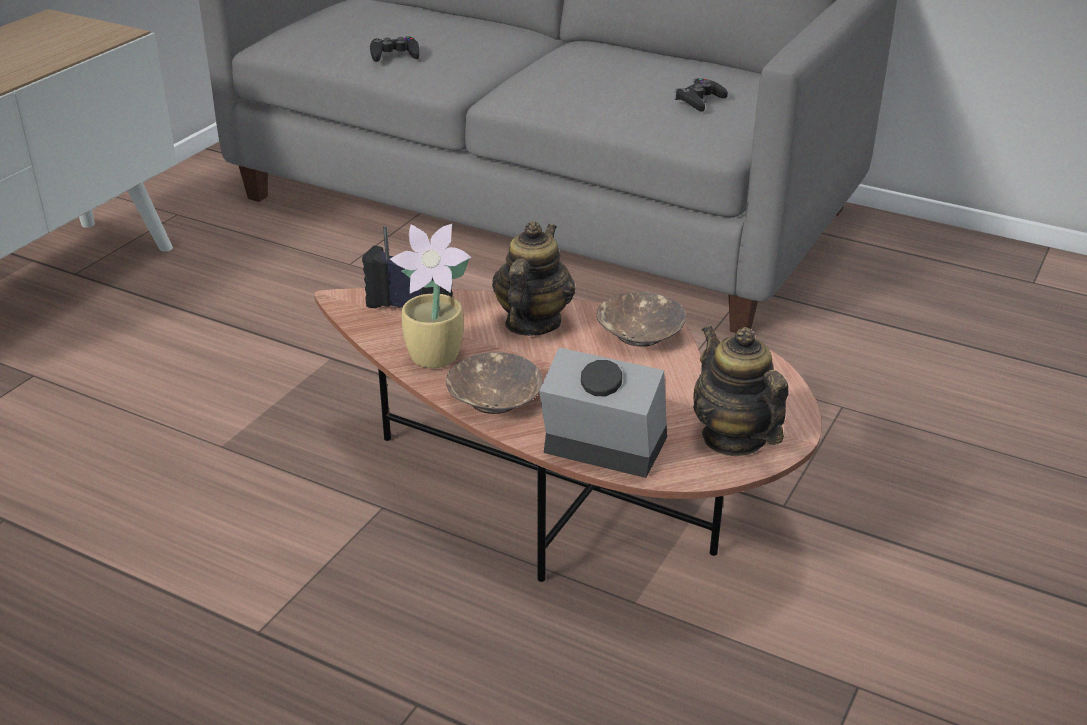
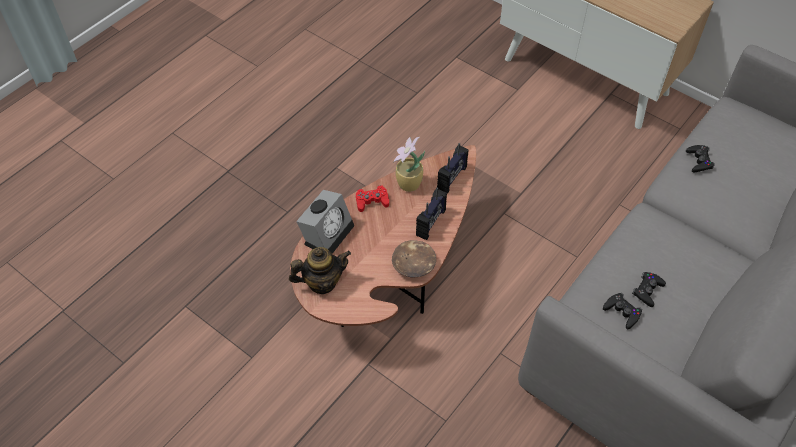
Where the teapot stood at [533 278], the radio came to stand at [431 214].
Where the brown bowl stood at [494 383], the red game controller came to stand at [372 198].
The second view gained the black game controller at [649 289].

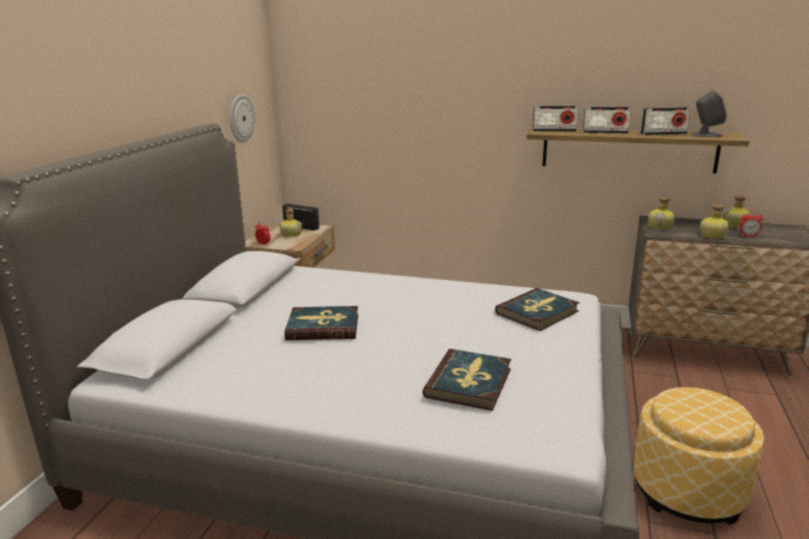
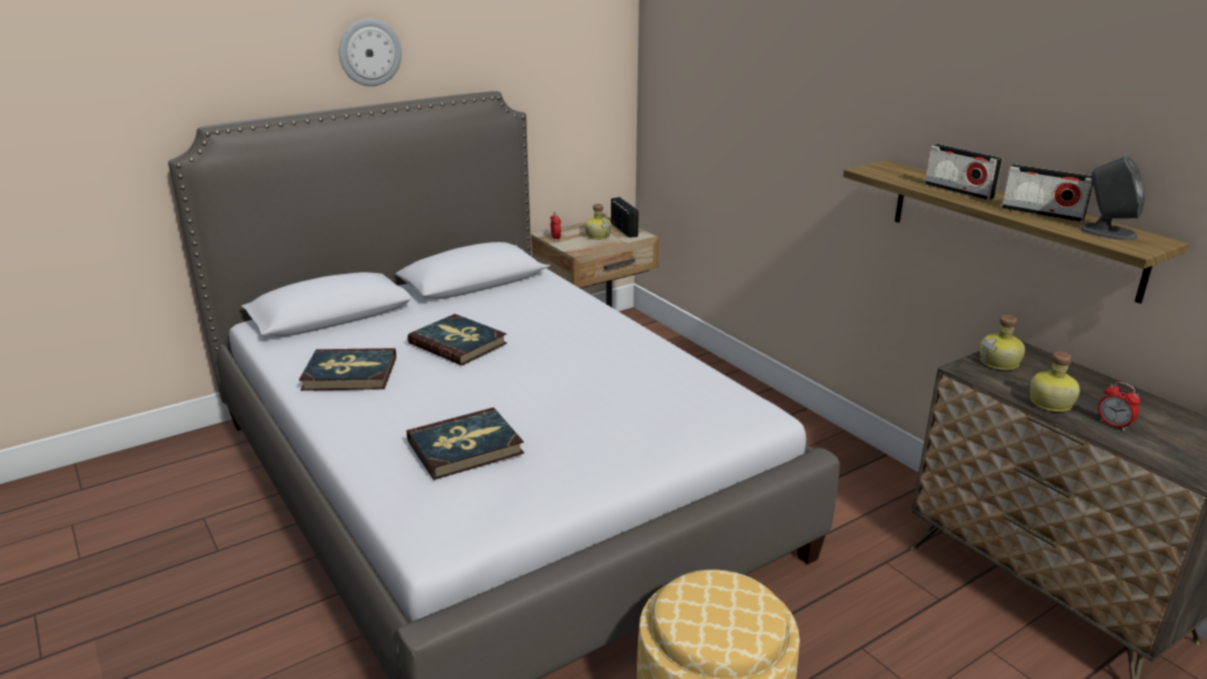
The wall clock ended up elsewhere, having gone from [242 118] to [370 52].
The second view lost the radio at [555 119].
The second view lost the bottle at [737 211].
The book ended up elsewhere, having gone from [537 309] to [347 369].

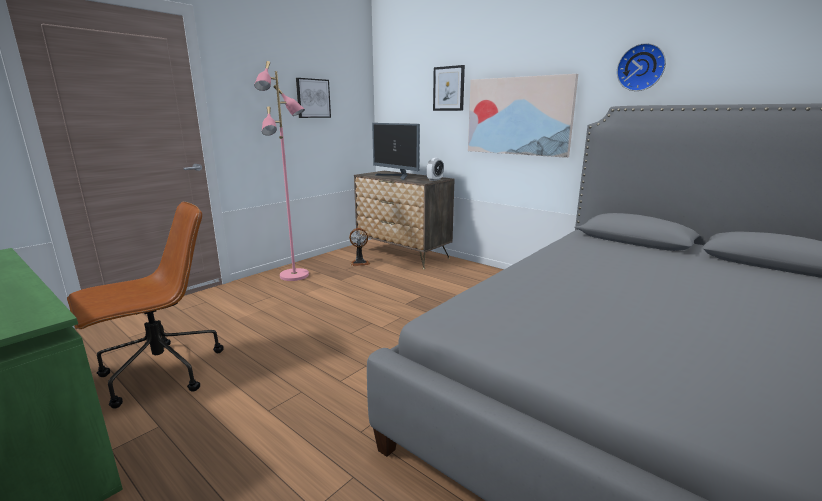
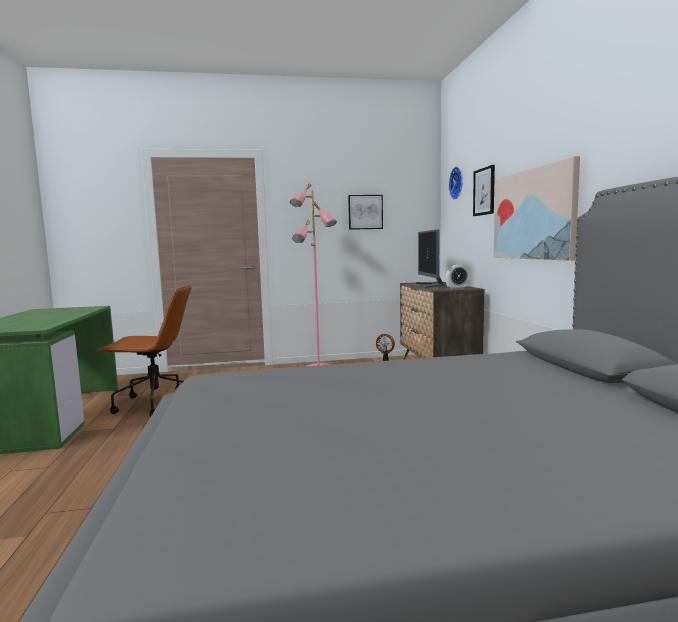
The wall clock ended up elsewhere, having gone from [641 67] to [456 183].

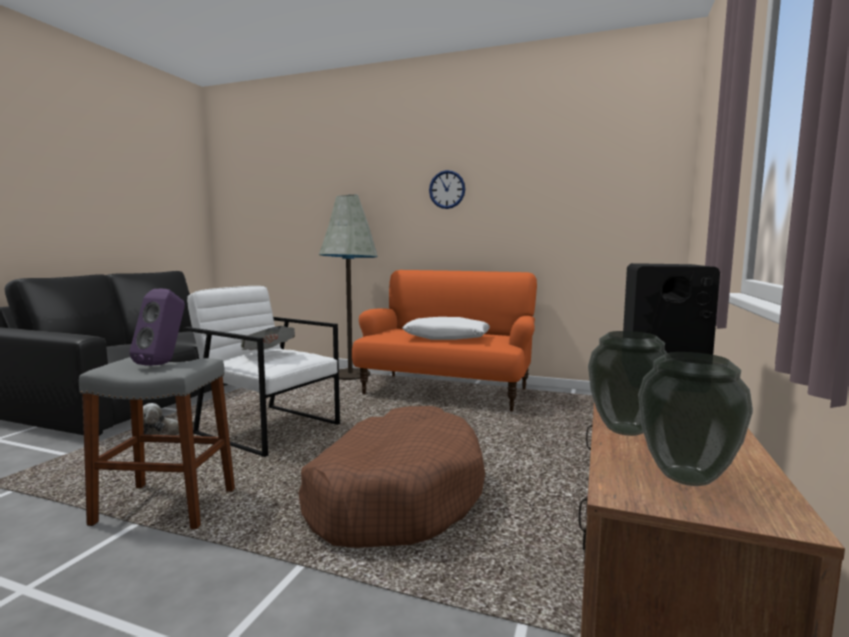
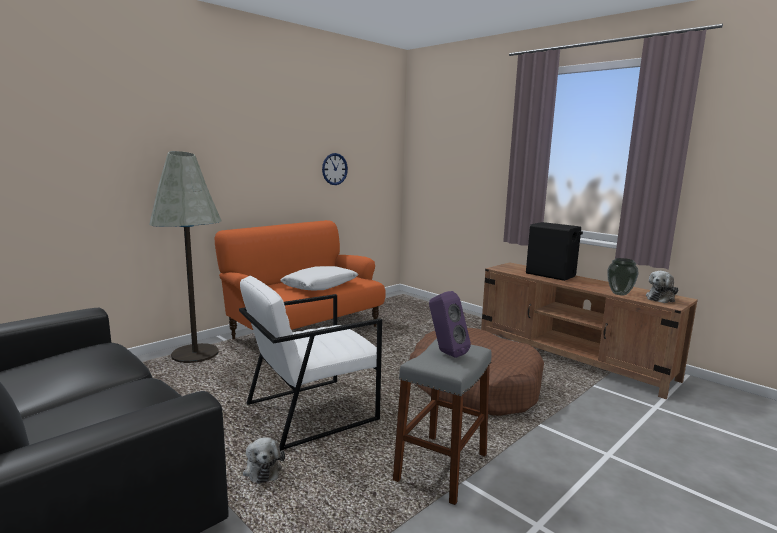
The wall clock ended up elsewhere, having gone from [447 189] to [335 169].
The second view lost the newspaper at [268 338].
Where the vase stood at [695 419], the plush toy came to stand at [662 287].

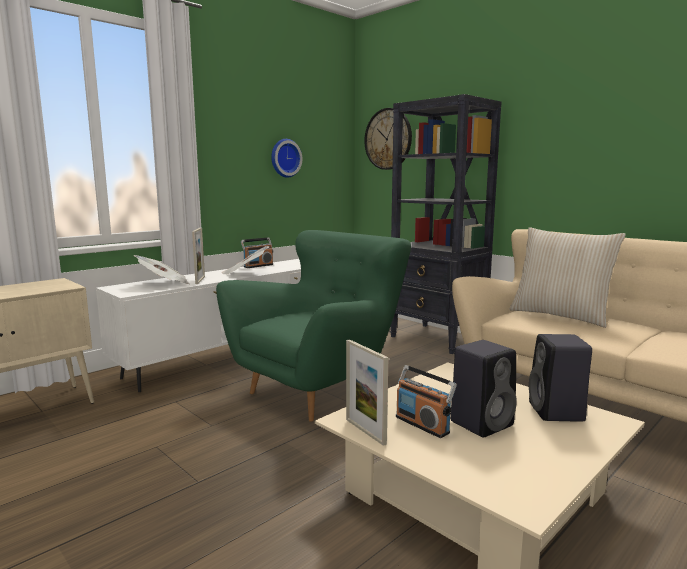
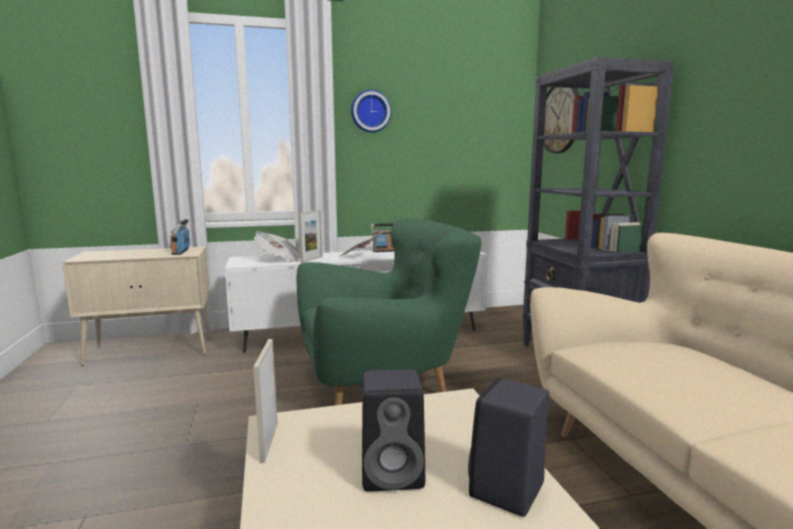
The wall clock ended up elsewhere, having gone from [286 158] to [371 111].
The second view lost the beige pillow at [568 277].
The radio ended up elsewhere, having gone from [426 401] to [180 237].

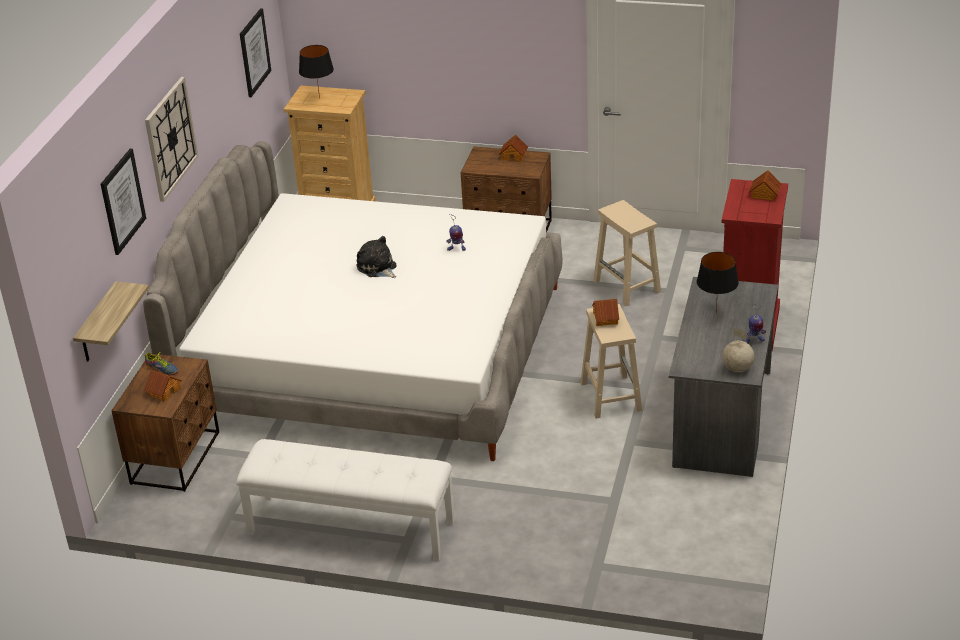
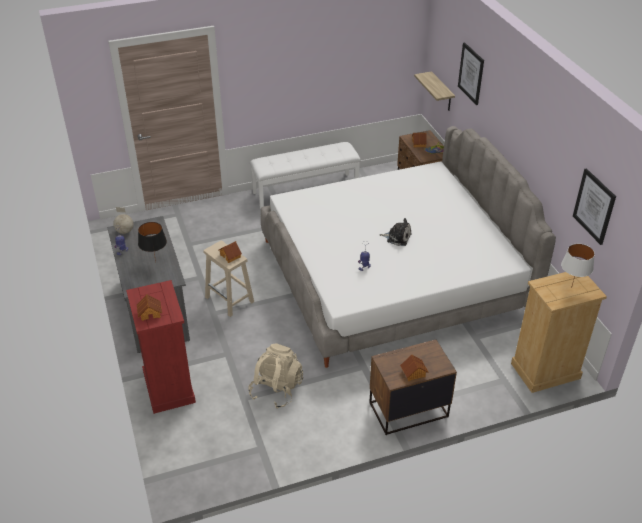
What was the black table lamp at [316 72] turned into the white table lamp at [578 266].
The second view lost the wall clock at [171 139].
Where the beige stool stood at [627 253], the beige backpack came to stand at [275 376].

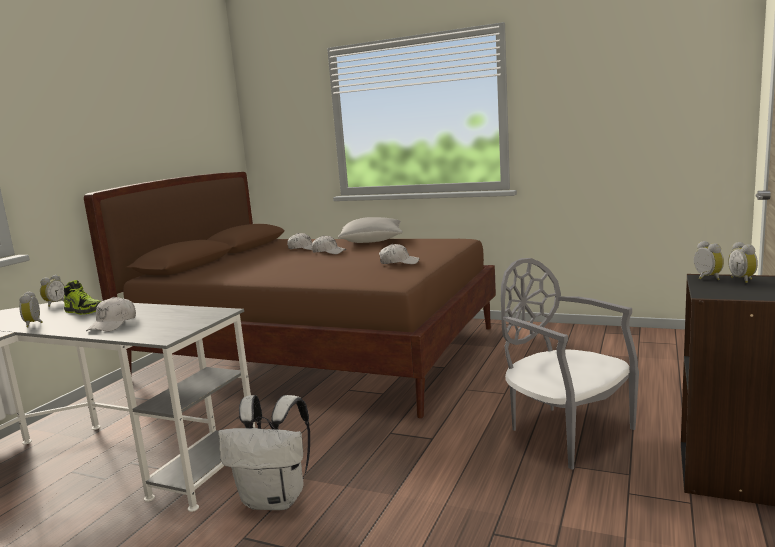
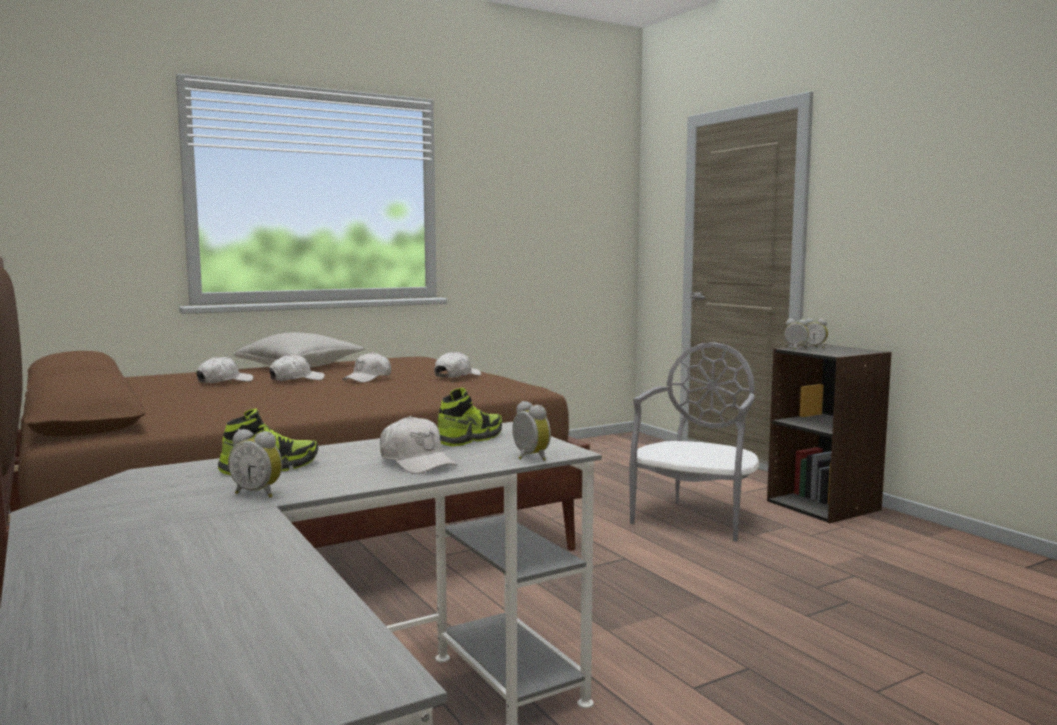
The grey chair at [570 364] ended up facing another way, 120 degrees clockwise from before.
The alarm clock ended up elsewhere, having gone from [52 291] to [531 431].
The second view lost the white backpack at [264 452].
The second view gained the white cap at [366 367].
The second view gained the shoe at [470 417].

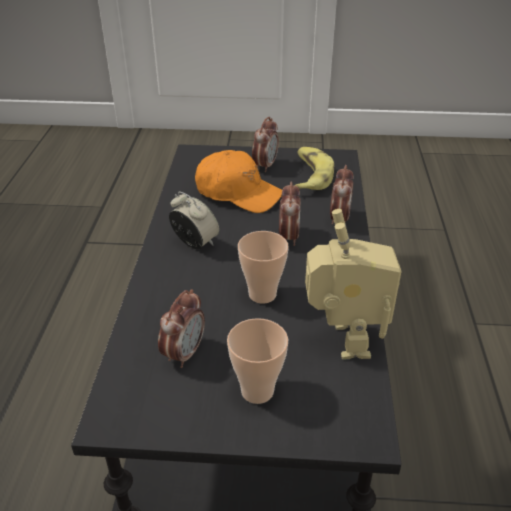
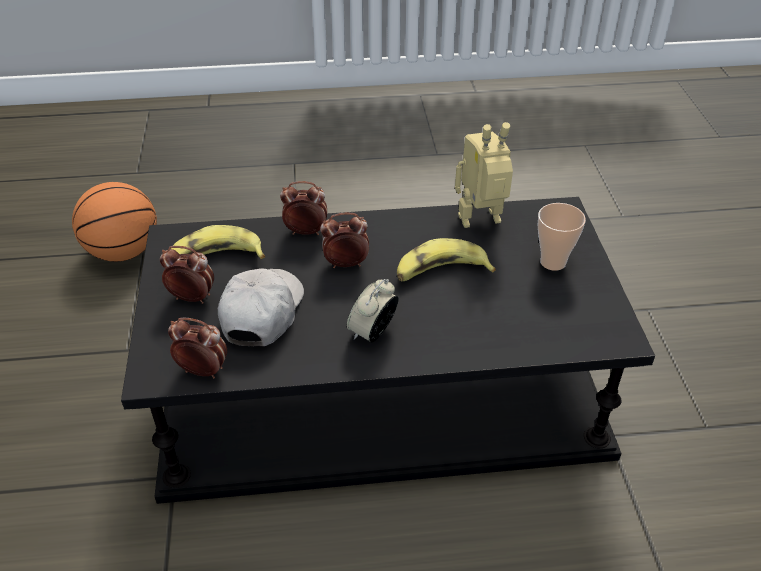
What was the orange cap at [238 181] turned into the white cap at [261 307].
Where the cup stood at [263 267], the banana came to stand at [446 260].
The alarm clock ended up elsewhere, having gone from [181 328] to [197 348].
The second view gained the basketball at [114 222].

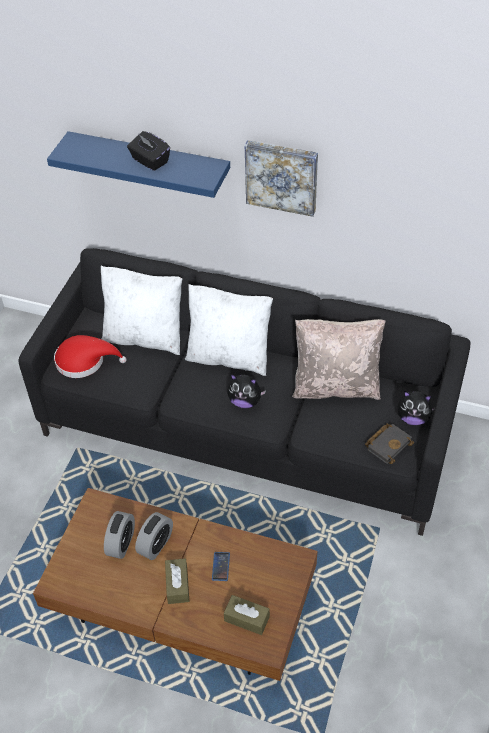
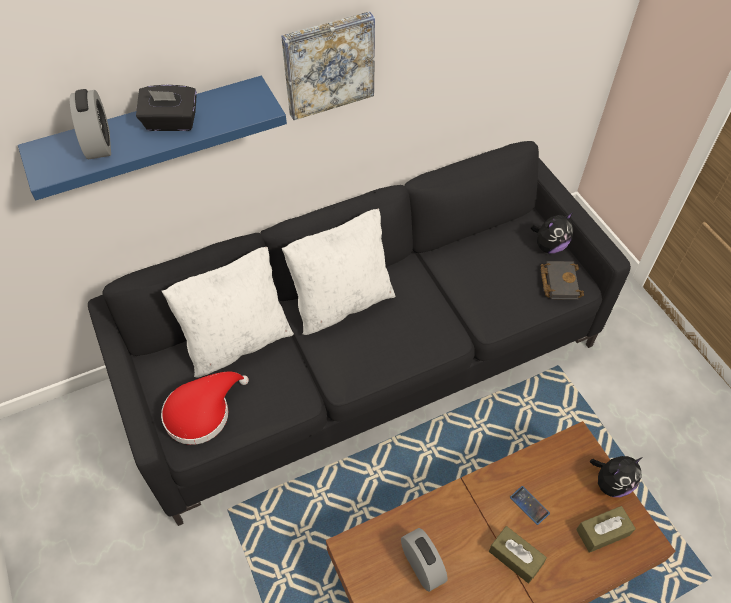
The second view lost the beige pillow at [339 359].
The plush toy ended up elsewhere, having gone from [246 391] to [616 476].
The alarm clock ended up elsewhere, having gone from [154 536] to [90 124].

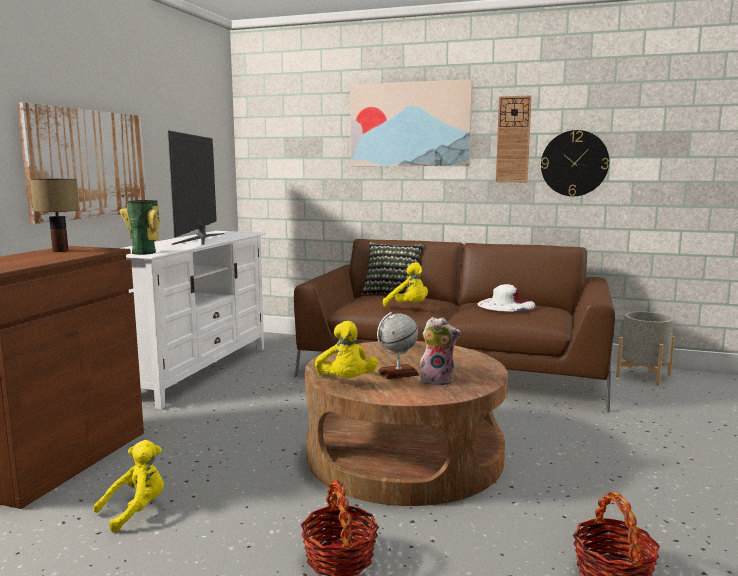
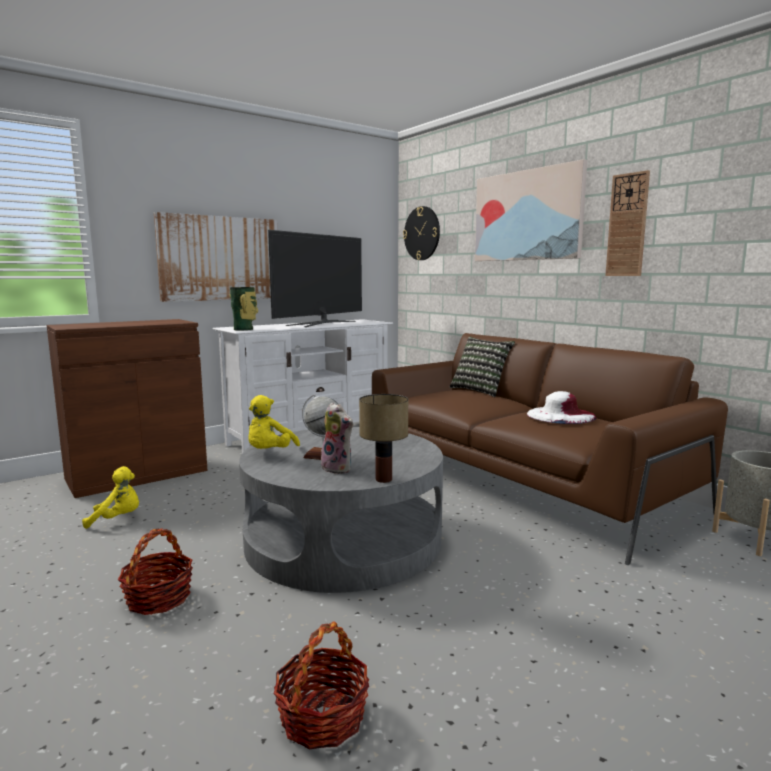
The wall clock ended up elsewhere, having gone from [575 163] to [421 233].
The table lamp ended up elsewhere, having gone from [54 215] to [383 438].
The second view lost the yellow plush toy at [405 284].
What was the brown coffee table at [406 423] turned into the grey coffee table at [341 510].

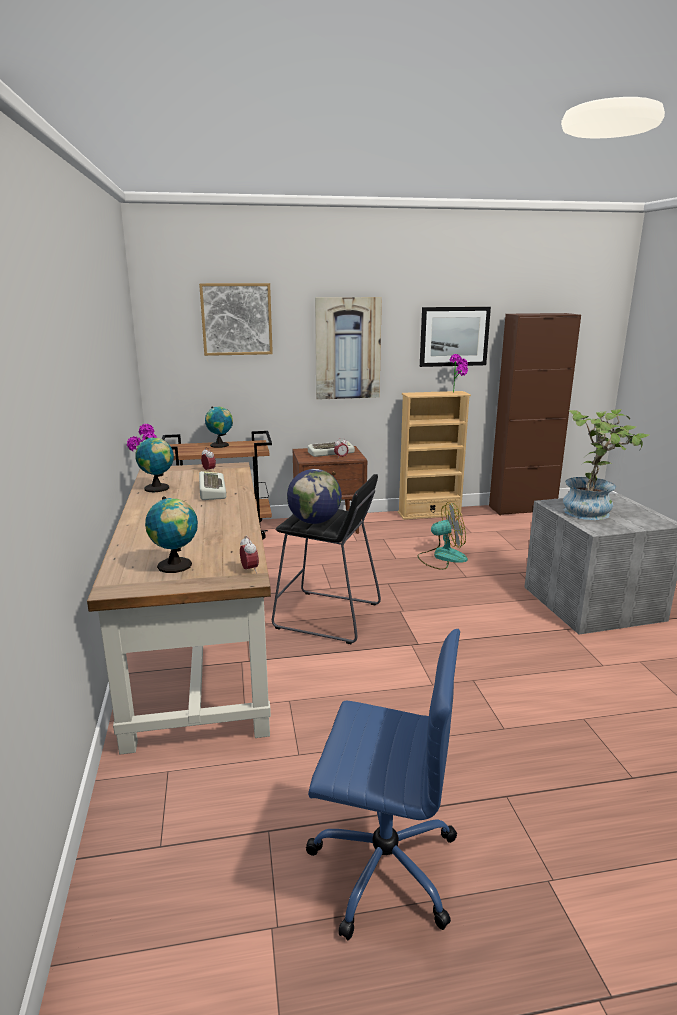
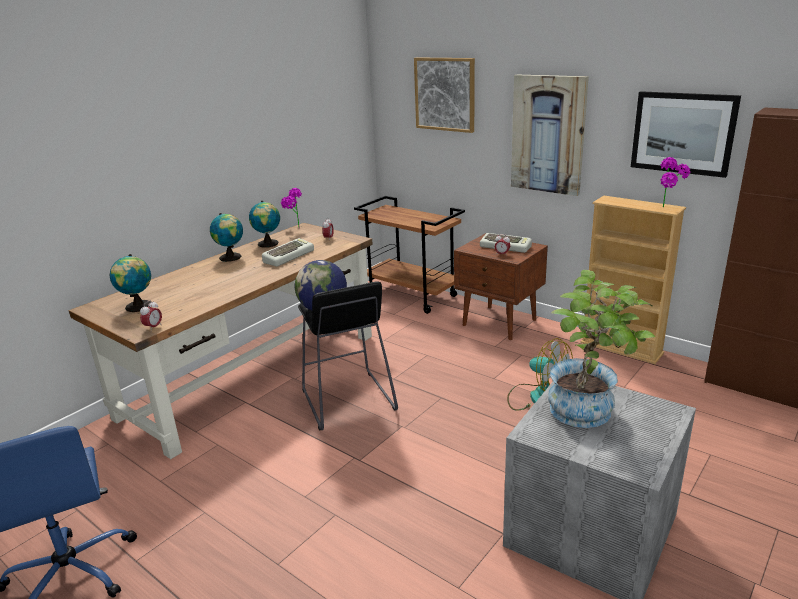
The globe ended up elsewhere, having gone from [219 427] to [226 237].

